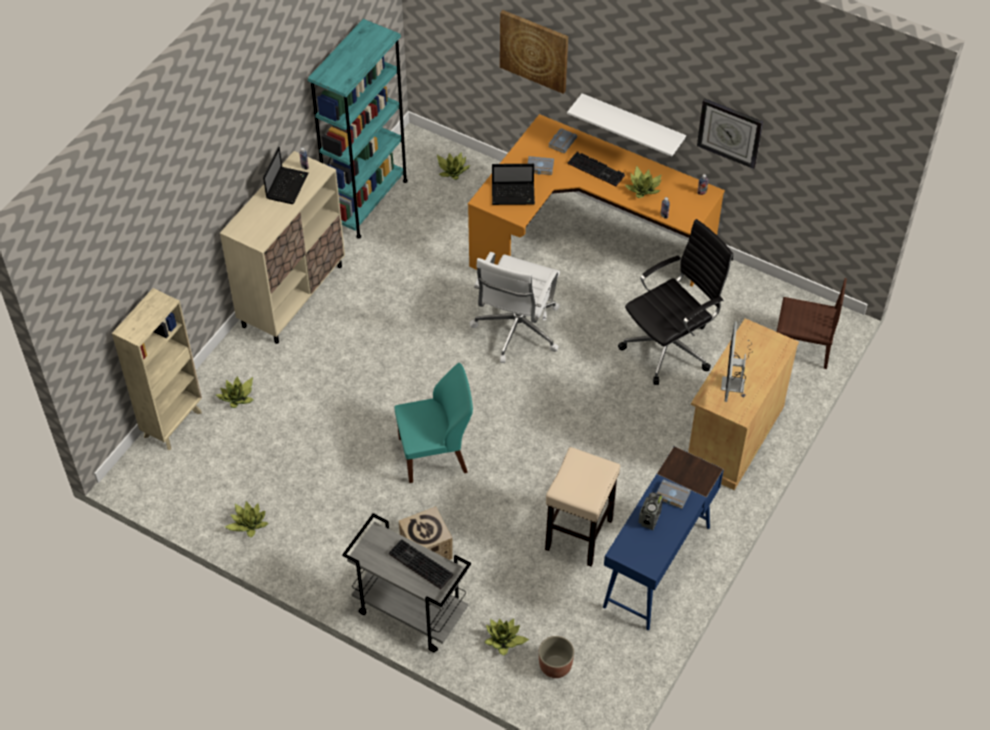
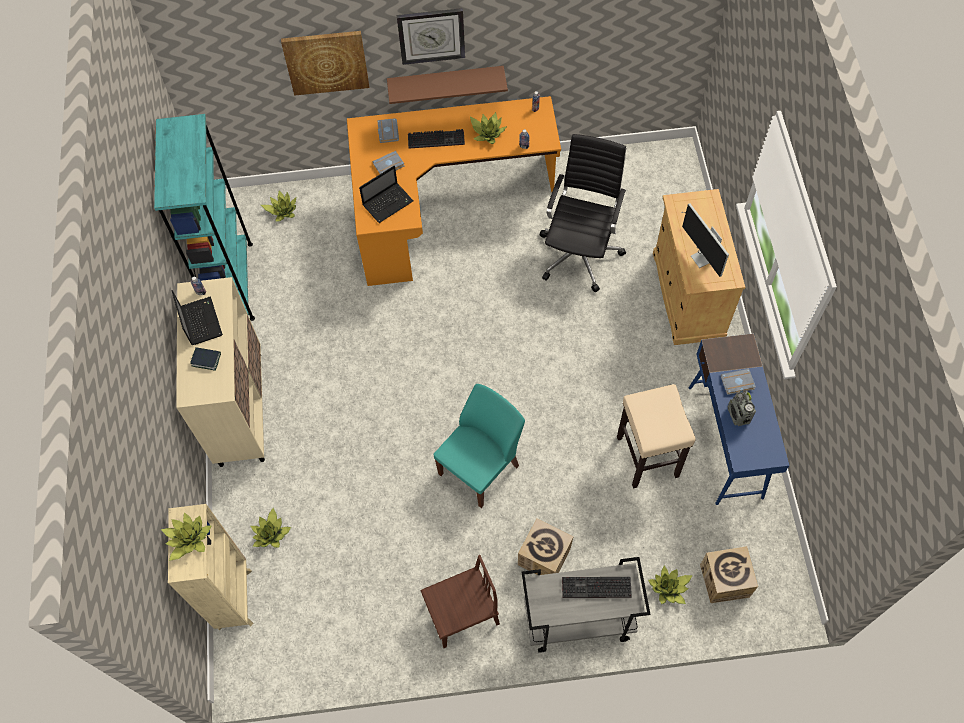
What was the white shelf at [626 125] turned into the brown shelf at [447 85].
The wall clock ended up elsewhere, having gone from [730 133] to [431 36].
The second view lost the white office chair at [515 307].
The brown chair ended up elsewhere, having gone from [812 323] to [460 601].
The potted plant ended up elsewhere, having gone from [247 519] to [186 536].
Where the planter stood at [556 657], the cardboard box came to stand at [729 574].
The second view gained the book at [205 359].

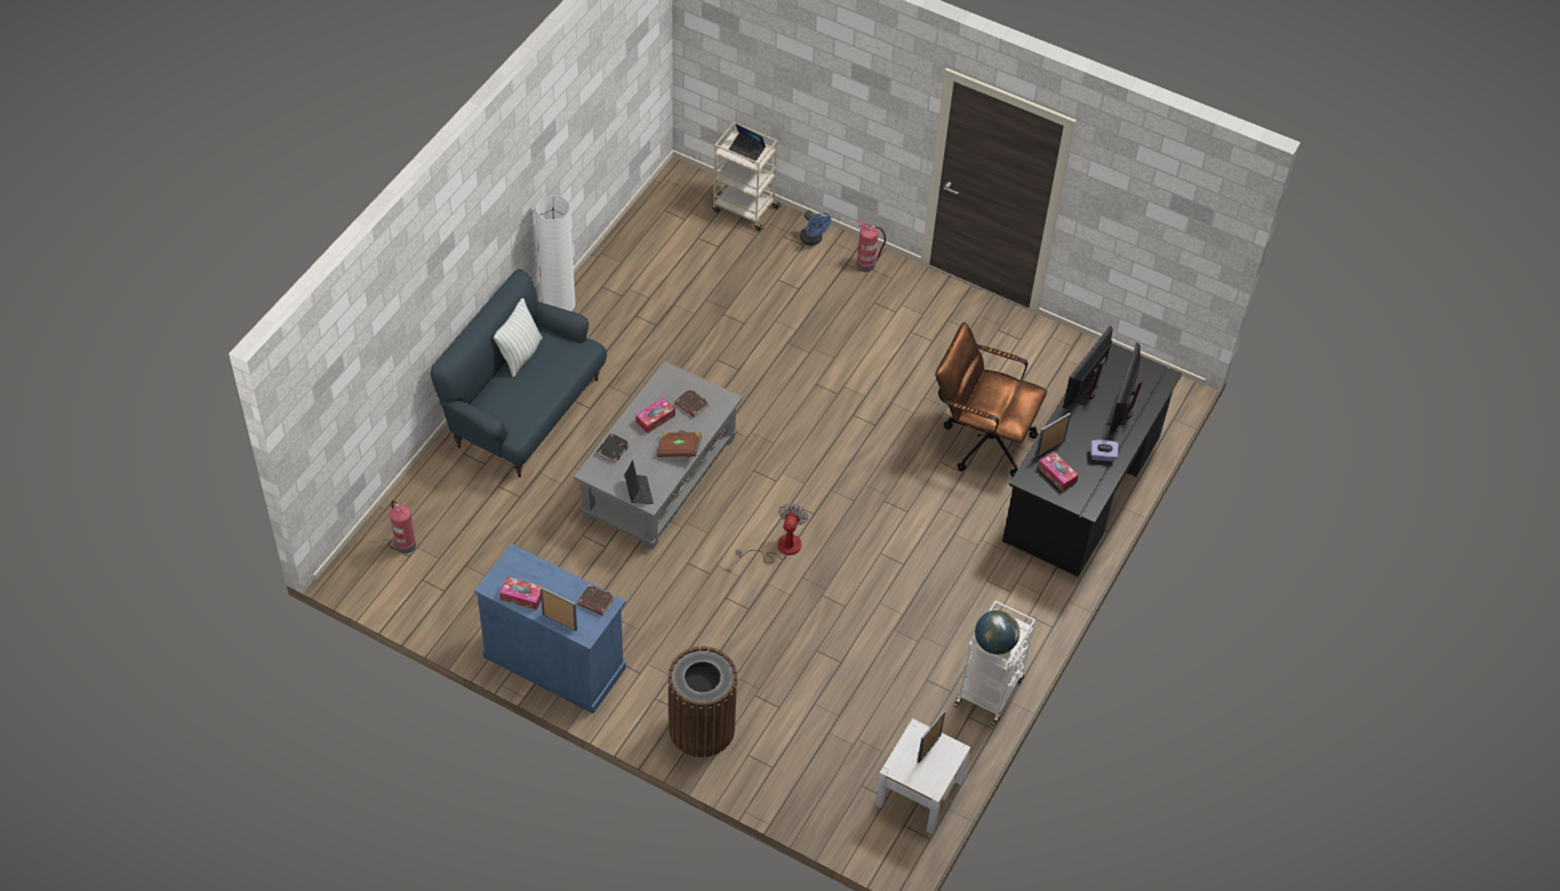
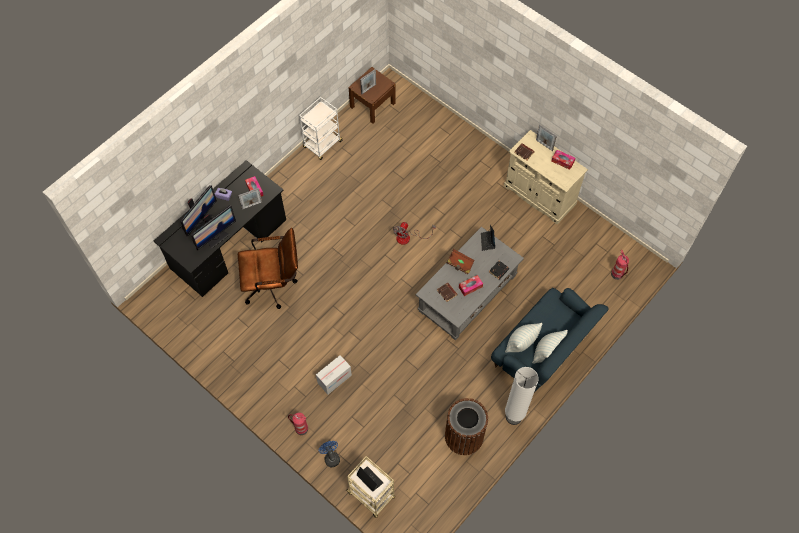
The brown office chair at [991 399] ended up facing another way, 45 degrees counterclockwise from before.
What was the blue cabinet at [550 629] turned into the beige cabinet at [546 177].
The second view lost the globe at [997 632].
The brown trash can ended up elsewhere, having gone from [703 701] to [466 426].
What was the white nightstand at [923 776] turned into the brown nightstand at [372 95].
The second view gained the pillow at [524 338].
The second view gained the cardboard box at [334 374].

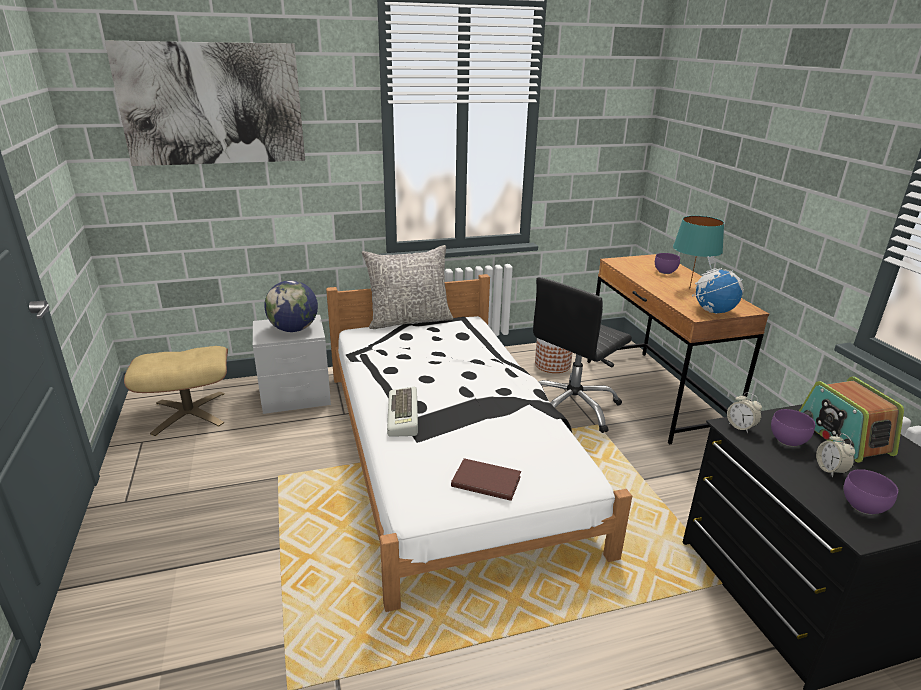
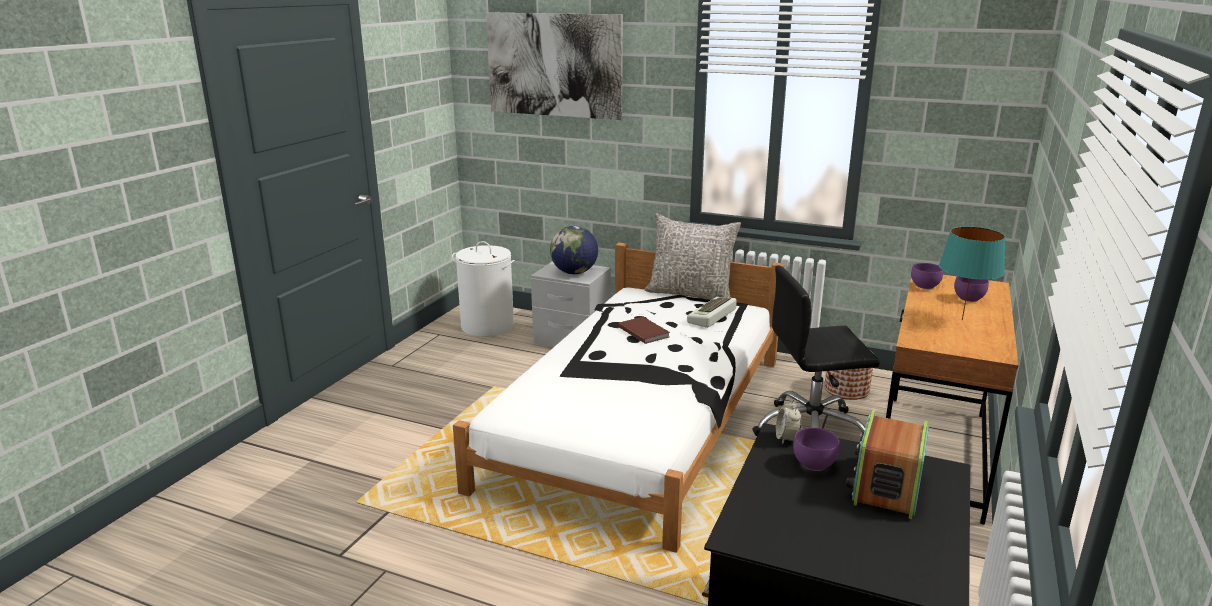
The second view lost the globe at [718 285].
Where the beige ottoman stood at [176 391], the white laundry basket came to stand at [483 289].
The keyboard ended up elsewhere, having gone from [402 412] to [712 312].
The second view lost the alarm clock at [835 455].
The brown book ended up elsewhere, having gone from [486 479] to [644 330].
The purple bowl ended up elsewhere, having gone from [871 492] to [927 276].

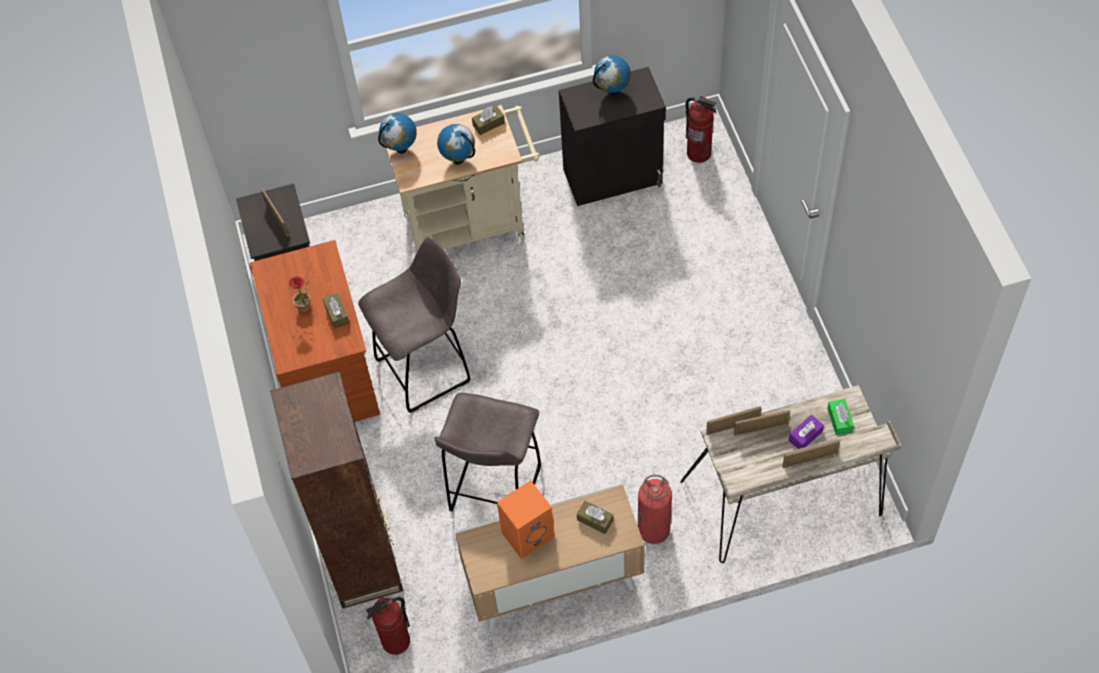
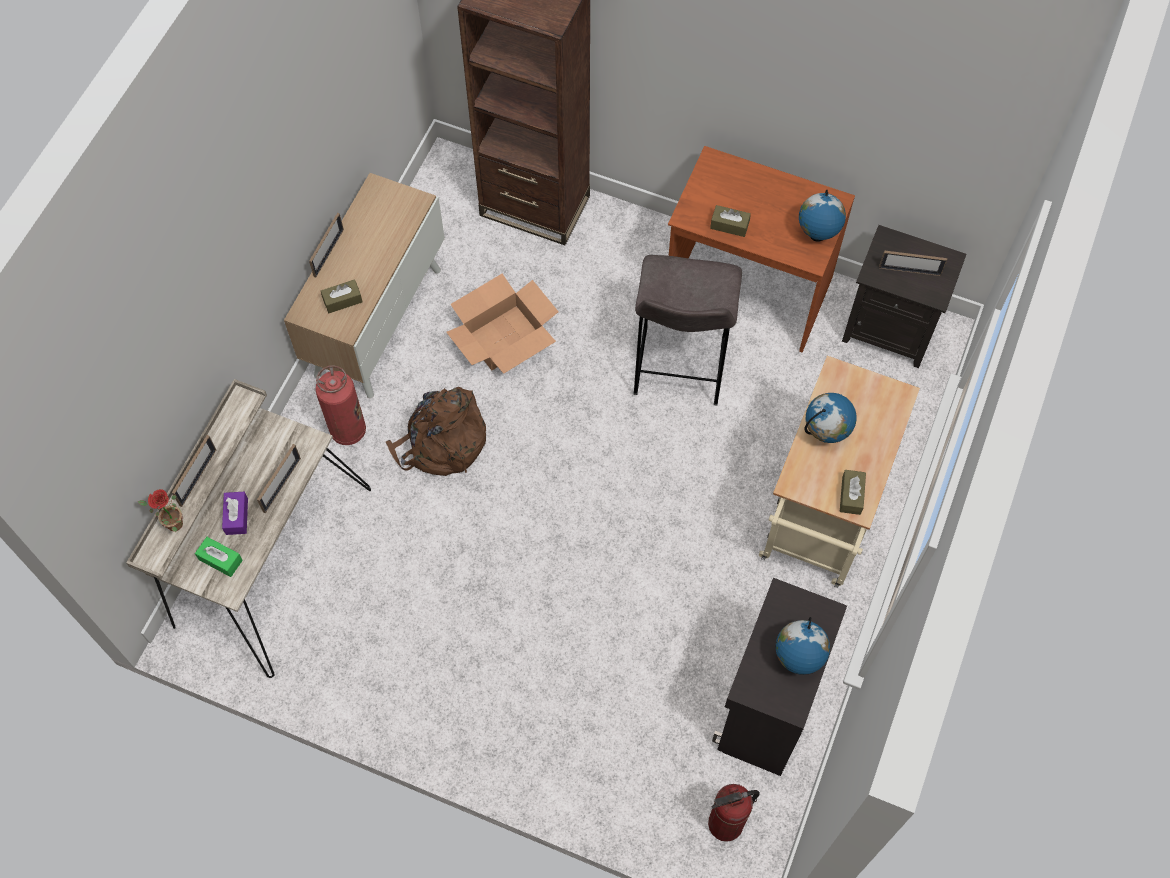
The globe ended up elsewhere, having gone from [397 133] to [822 216].
The potted plant ended up elsewhere, having gone from [299 294] to [160 510].
Where the grey stool stood at [488 452], the cardboard box came to stand at [502 323].
The picture frame ended up elsewhere, having gone from [733 420] to [326 245].
The second view lost the orange speaker at [526 519].
The second view lost the fire extinguisher at [388 626].
The second view gained the brown backpack at [436 431].

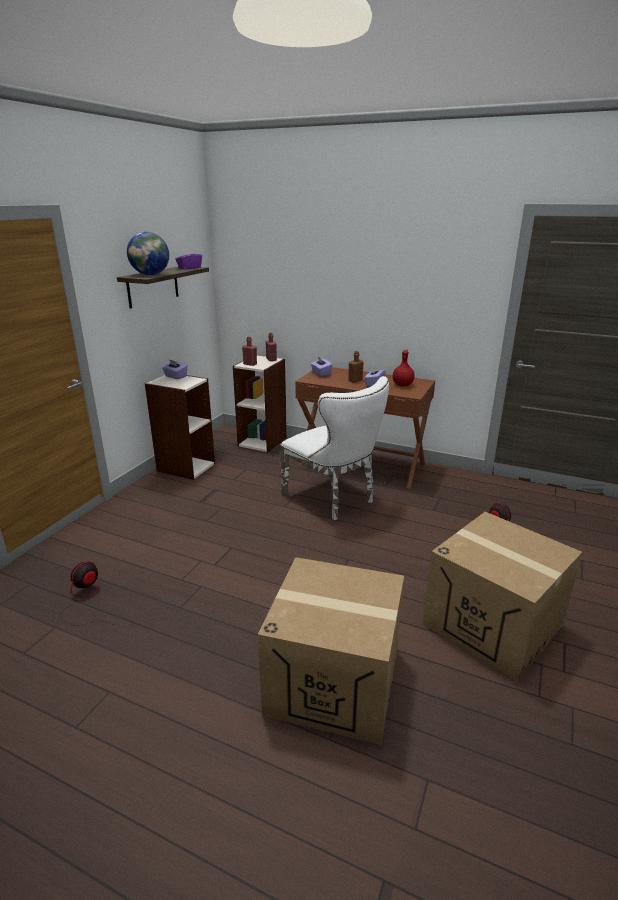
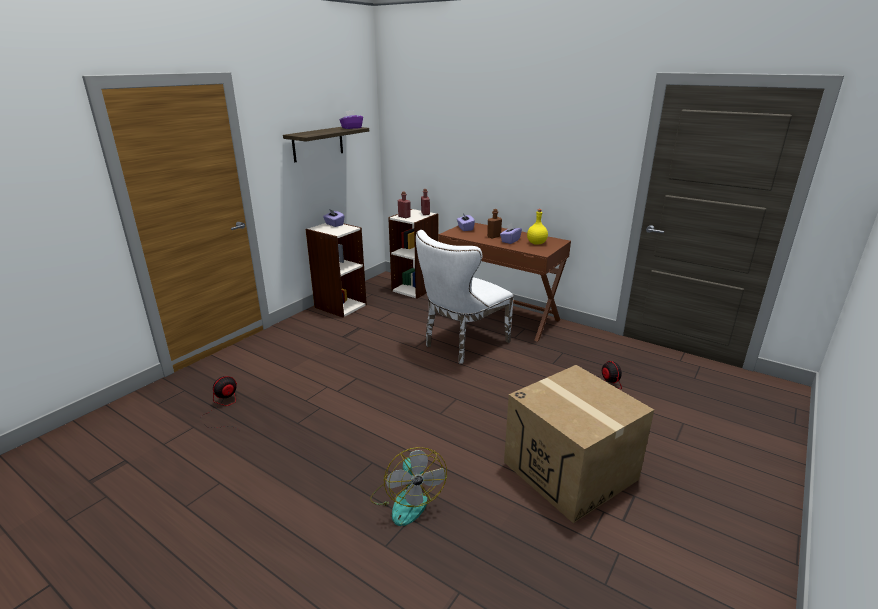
The second view lost the globe at [148 253].
What was the red bottle at [404 368] turned into the yellow bottle at [537 227].
The white chair at [334 448] ended up facing another way, 75 degrees clockwise from before.
Where the cardboard box stood at [331 651], the fan came to stand at [408 486].

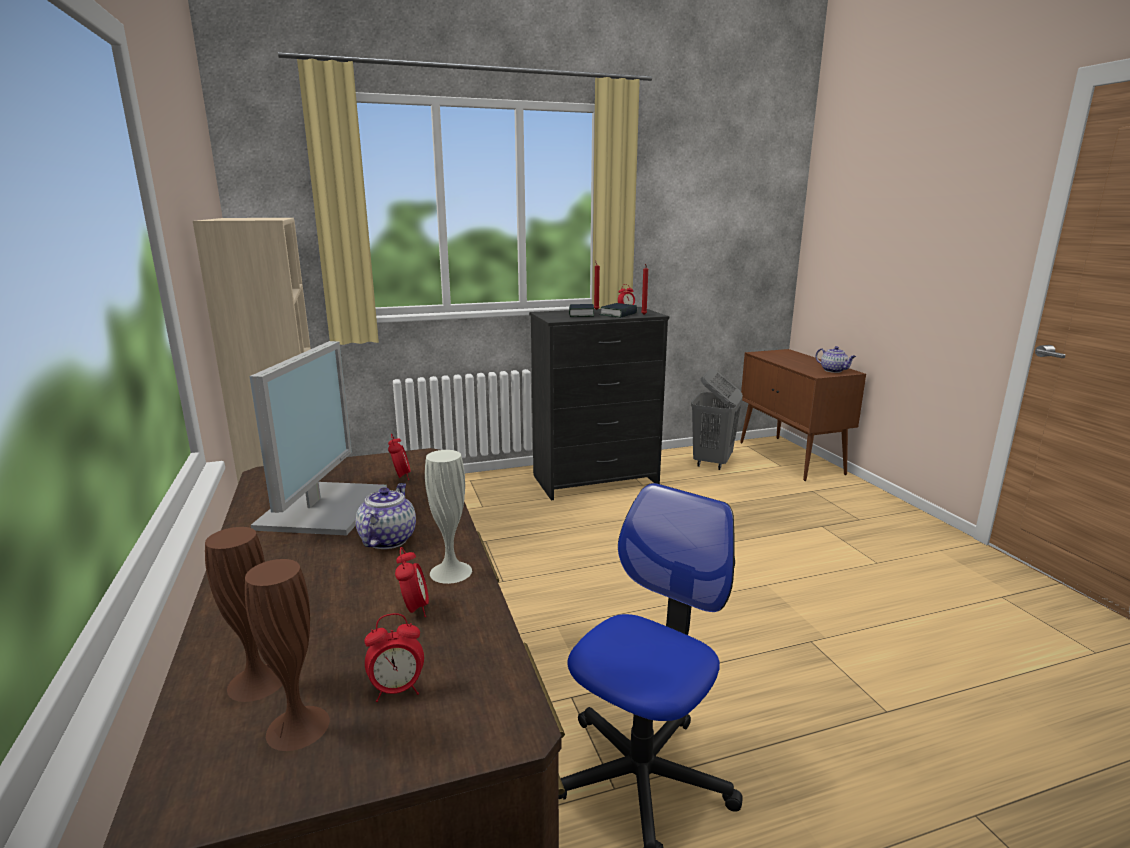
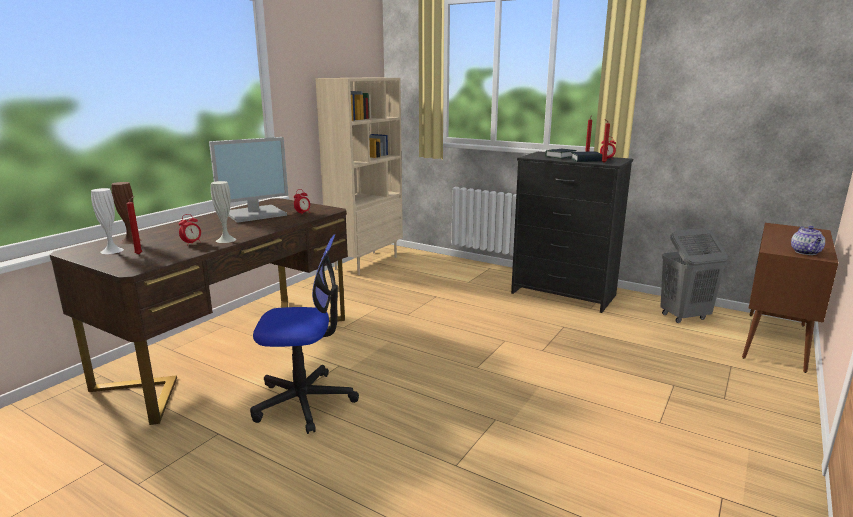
The second view lost the teapot at [385 516].
What was the brown vase at [287 655] turned into the white vase at [107 221].
Where the alarm clock stood at [394 657], the red candle came to stand at [134 225].

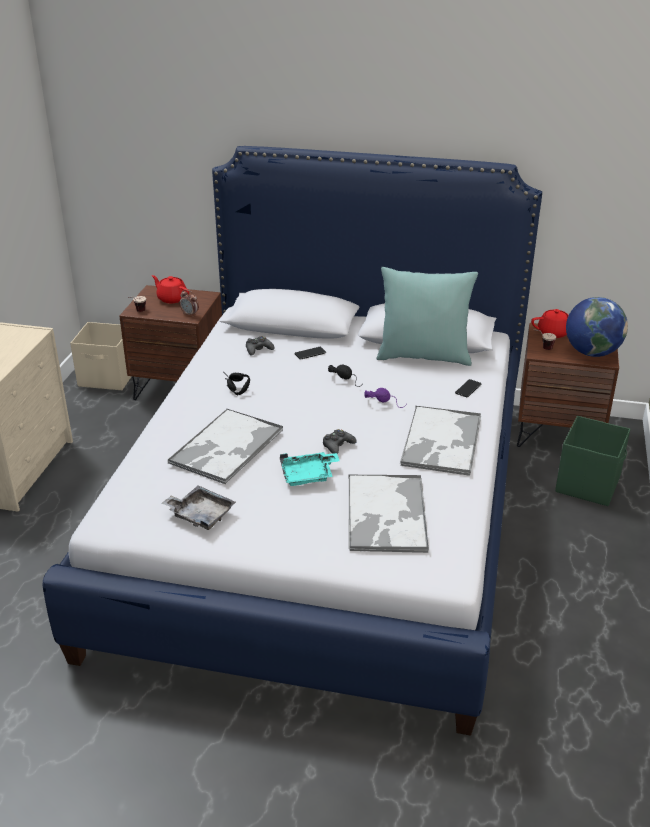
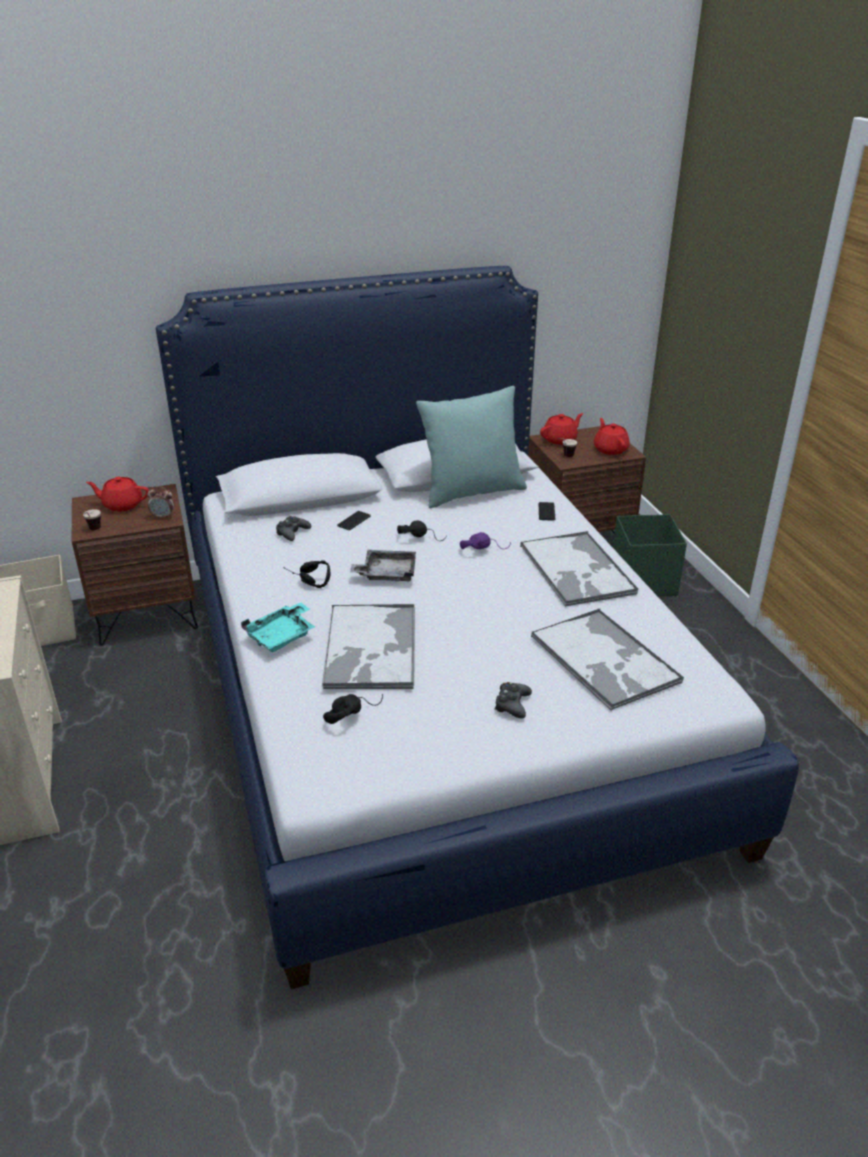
Where the globe stood at [597 327], the red teapot came to stand at [612 436].
The black game controller ended up elsewhere, having gone from [340 441] to [513 700].
The turquoise tray ended up elsewhere, having gone from [310 469] to [278 627].
The grey tray ended up elsewhere, having gone from [199 508] to [383 565].
The second view gained the black headphones at [353 709].

